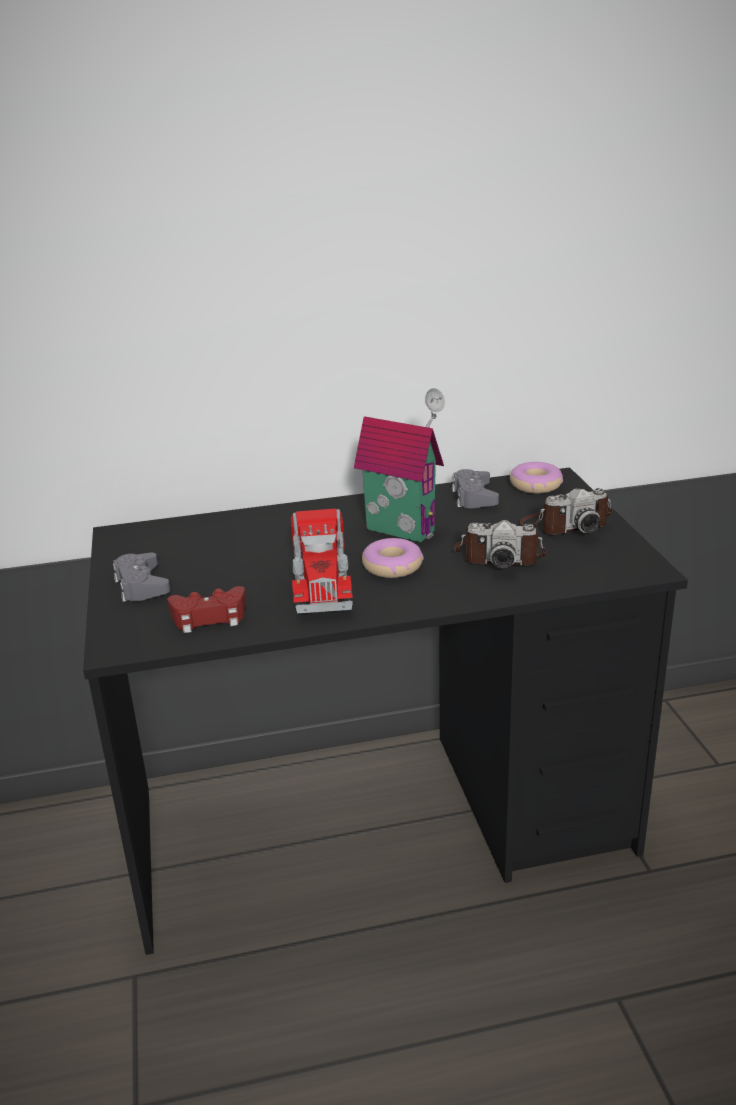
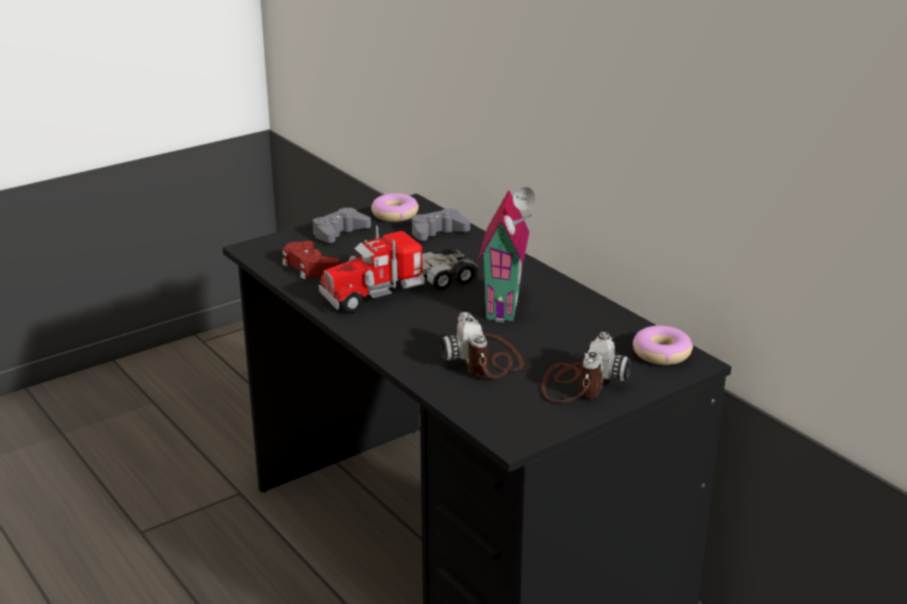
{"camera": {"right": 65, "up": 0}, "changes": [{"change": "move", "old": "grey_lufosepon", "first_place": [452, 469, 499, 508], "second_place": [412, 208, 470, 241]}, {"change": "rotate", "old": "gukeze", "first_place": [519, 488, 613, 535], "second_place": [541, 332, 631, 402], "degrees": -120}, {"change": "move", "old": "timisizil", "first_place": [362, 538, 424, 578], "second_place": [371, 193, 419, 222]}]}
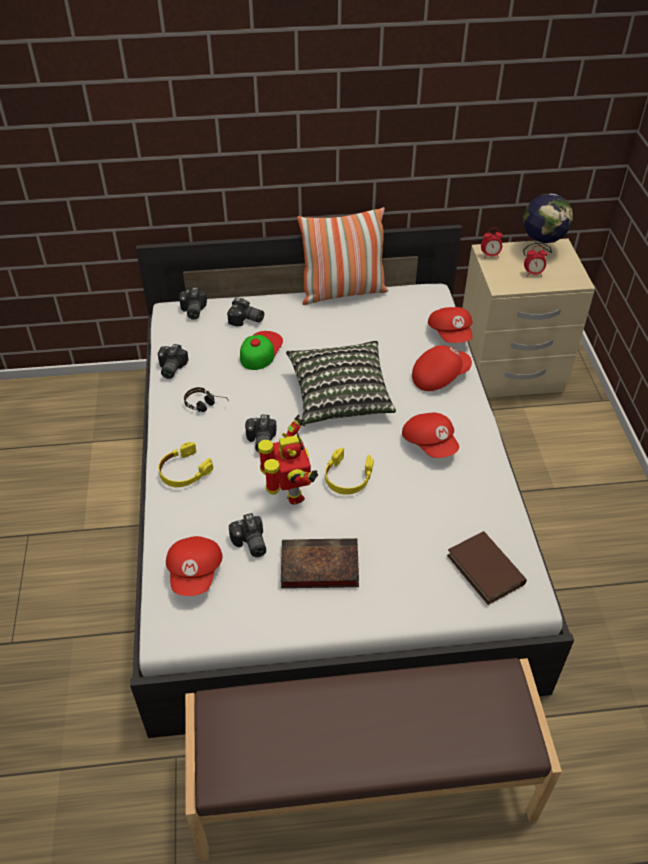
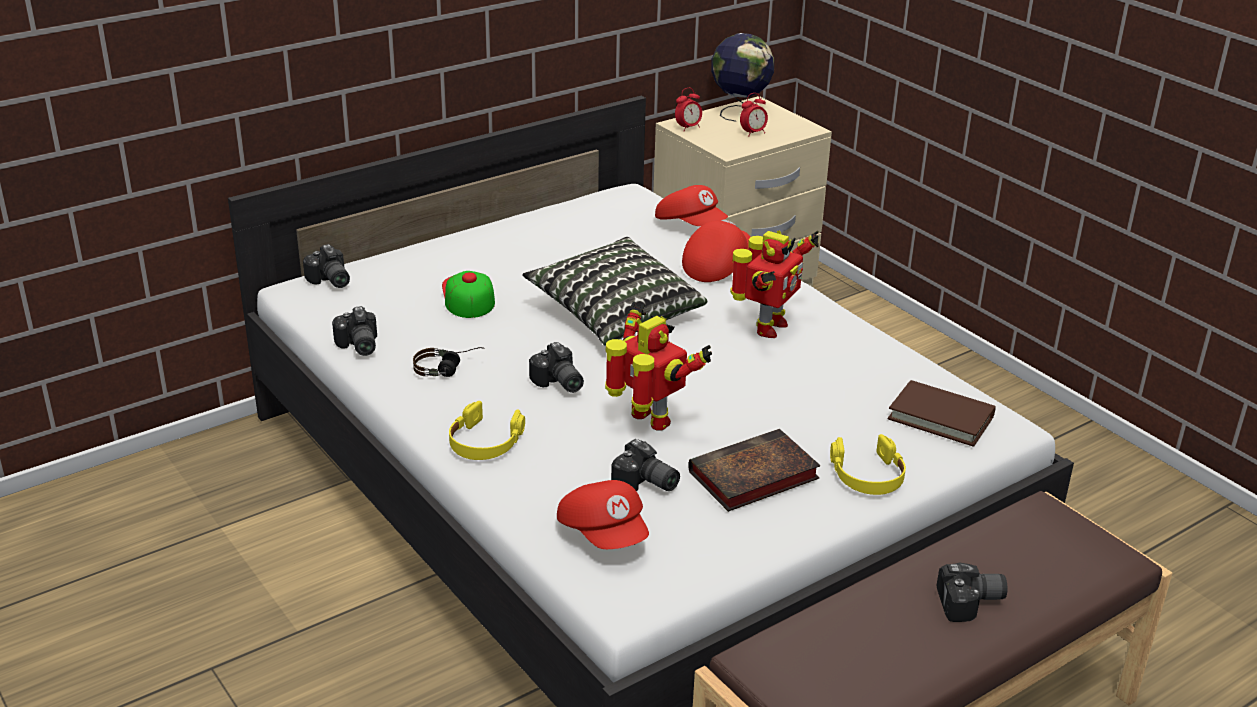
{"camera": {"right": -30, "up": -15}, "changes": [{"change": "delete", "old": "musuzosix", "first_place": [297, 207, 388, 305]}, {"change": "move", "old": "gukeze", "first_place": [227, 298, 264, 326], "second_place": [937, 563, 1007, 622]}, {"change": "replace", "old": "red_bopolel", "new": "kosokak", "first_place": [402, 413, 459, 458], "second_place": [730, 230, 819, 338]}, {"change": "move", "old": "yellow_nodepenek", "first_place": [325, 447, 374, 495], "second_place": [830, 434, 906, 495]}]}
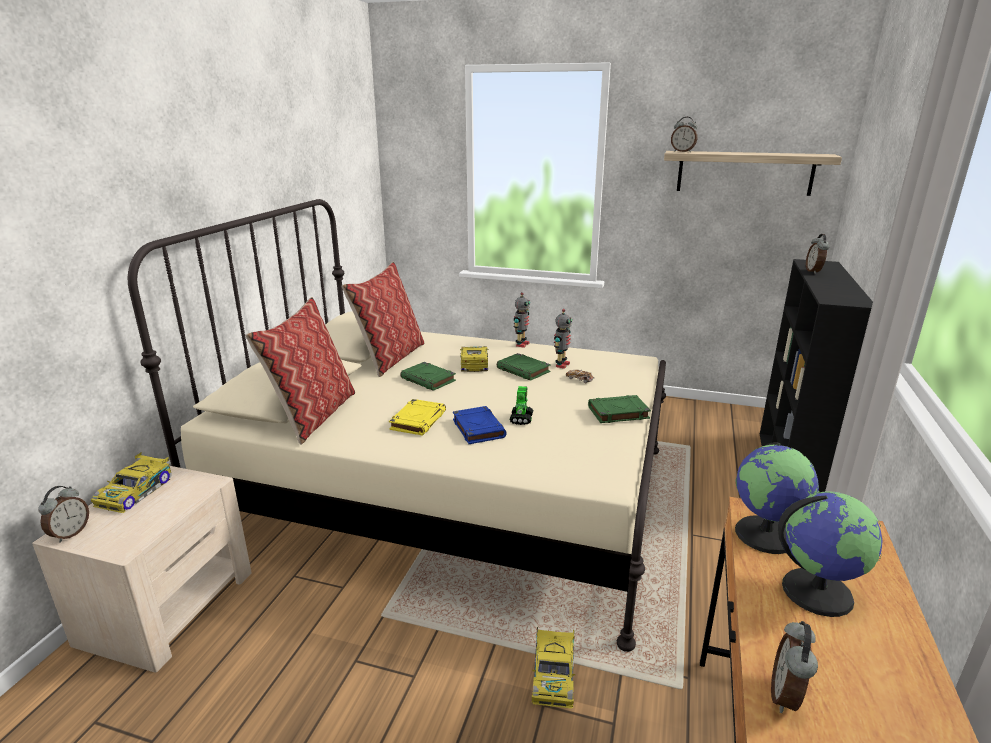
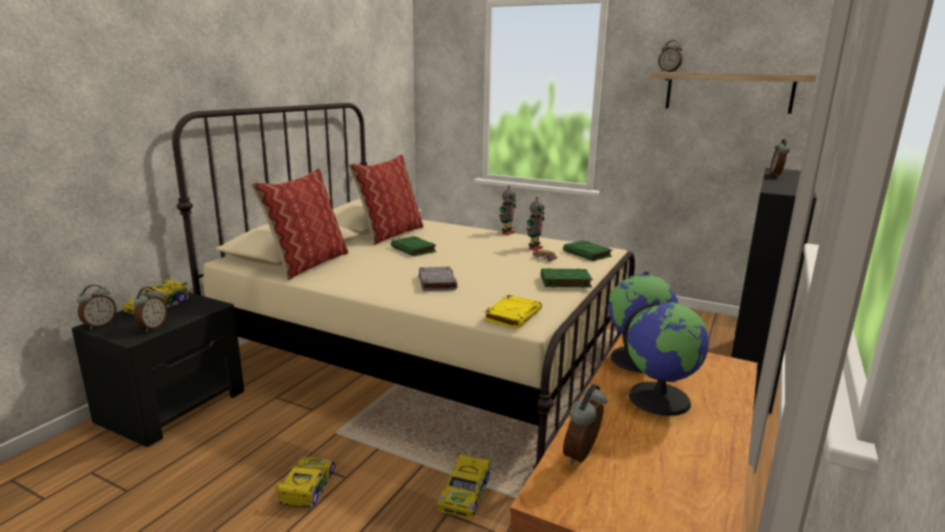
{"camera": {"right": 10, "up": -5}, "changes": [{"change": "move", "old": "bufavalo", "first_place": [460, 346, 488, 372], "second_place": [275, 457, 336, 508]}, {"change": "move", "old": "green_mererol", "first_place": [497, 353, 551, 381], "second_place": [563, 240, 613, 261]}, {"change": "delete", "old": "kosokak", "first_place": [510, 386, 533, 425]}, {"change": "move", "old": "yellow_mererol", "first_place": [389, 399, 446, 435], "second_place": [484, 295, 542, 329]}, {"change": "recolor", "old": "blue_mererol", "new": "grey_mererol", "first_place": [453, 406, 507, 444], "second_place": [419, 267, 458, 291]}, {"change": "recolor", "old": "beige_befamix", "new": "black_befamix", "first_place": [32, 466, 252, 672], "second_place": [72, 292, 244, 447]}, {"change": "insert", "new": "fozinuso", "second_place": [133, 287, 168, 332]}]}
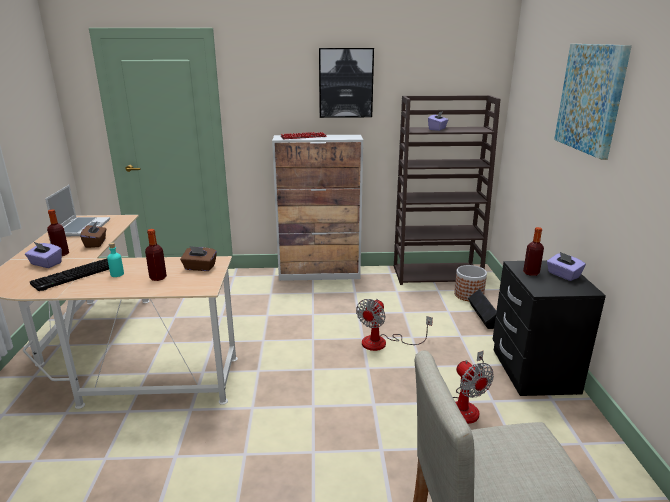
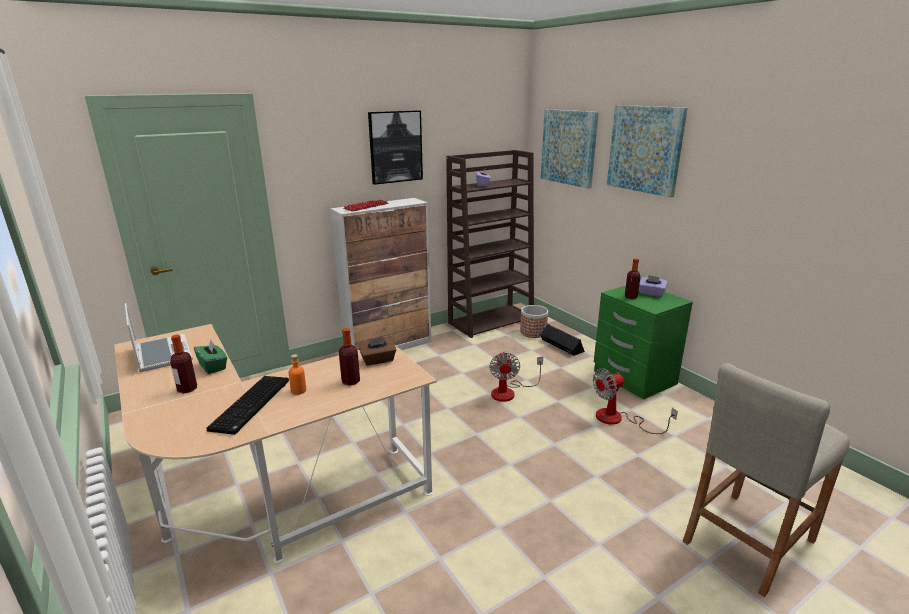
{"camera": {"right": -30, "up": 0}, "changes": [{"change": "recolor", "old": "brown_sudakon", "new": "green_sudakon", "first_place": [80, 222, 106, 248], "second_place": [194, 339, 227, 374]}, {"change": "delete", "old": "purple_sudakon", "first_place": [25, 242, 62, 268]}, {"change": "recolor", "old": "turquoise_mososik", "new": "orange_mososik", "first_place": [107, 242, 124, 277], "second_place": [288, 354, 306, 395]}, {"change": "recolor", "old": "black_befamix", "new": "green_befamix", "first_place": [492, 260, 606, 396], "second_place": [594, 286, 693, 399]}, {"change": "rotate", "old": "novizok", "first_place": [453, 351, 494, 424], "second_place": [593, 368, 678, 434], "degrees": 120}, {"change": "insert", "new": "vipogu", "second_place": [541, 109, 599, 189]}]}
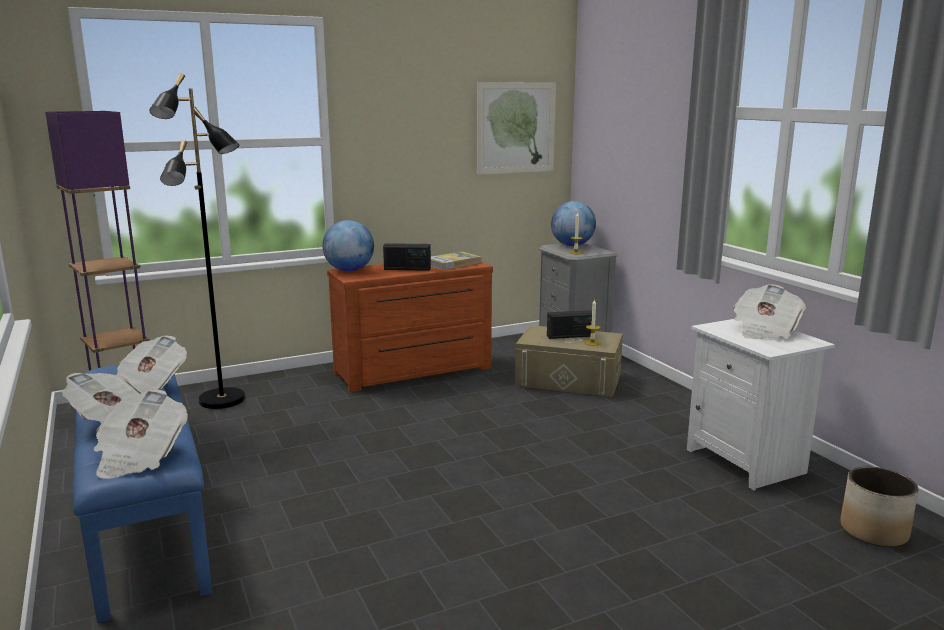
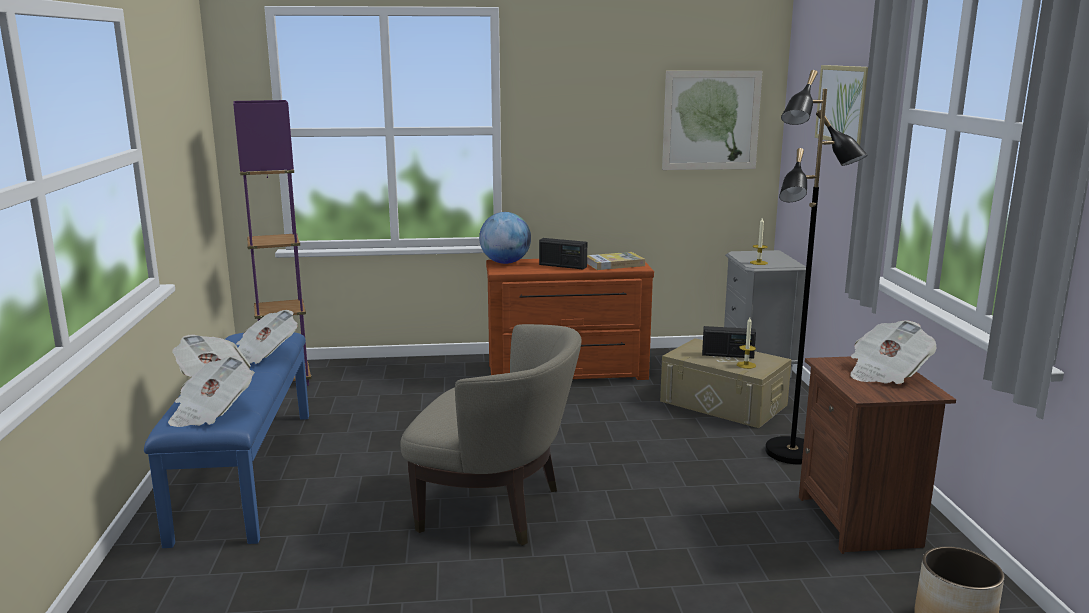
{"camera": {"right": 20, "up": 0}, "changes": [{"change": "move", "old": "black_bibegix", "first_place": [149, 73, 245, 409], "second_place": [765, 70, 868, 465]}, {"change": "delete", "old": "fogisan", "first_place": [551, 201, 596, 246]}, {"change": "recolor", "old": "white_befamix", "new": "brown_befamix", "first_place": [687, 319, 835, 491], "second_place": [799, 356, 956, 554]}, {"change": "insert", "new": "vipogu", "second_place": [815, 65, 868, 145]}, {"change": "insert", "new": "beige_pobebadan", "second_place": [400, 324, 582, 546]}]}
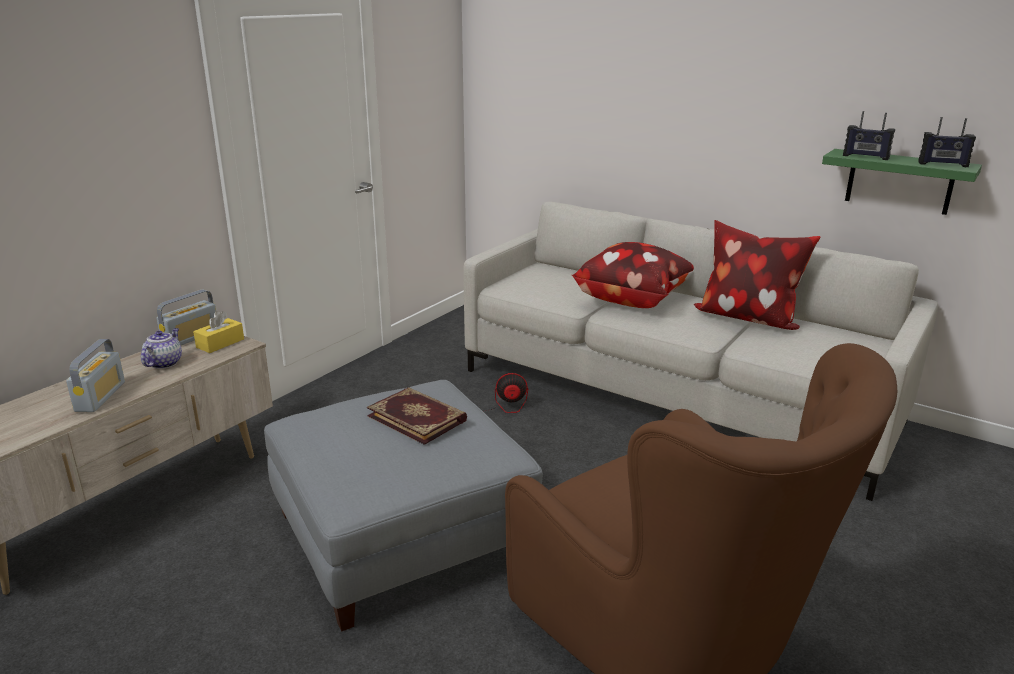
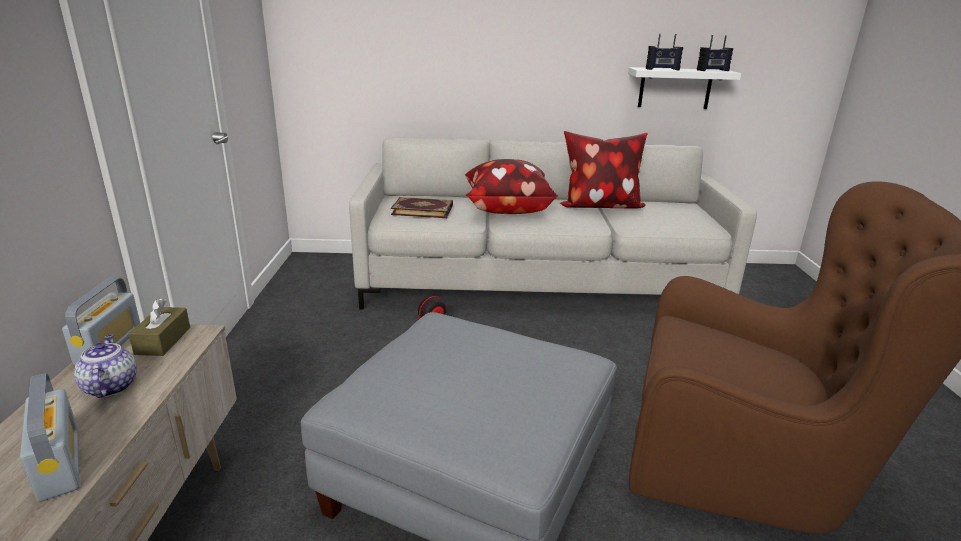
{"camera": {"right": -35, "up": 0}, "changes": [{"change": "recolor", "old": "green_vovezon", "new": "white_vovezon", "first_place": [822, 149, 982, 215], "second_place": [628, 67, 741, 109]}, {"change": "recolor", "old": "yellow_sudakon", "new": "brown_sudakon", "first_place": [193, 311, 244, 353], "second_place": [129, 298, 190, 356]}, {"change": "move", "old": "mererol", "first_place": [367, 387, 467, 445], "second_place": [391, 197, 453, 218]}]}
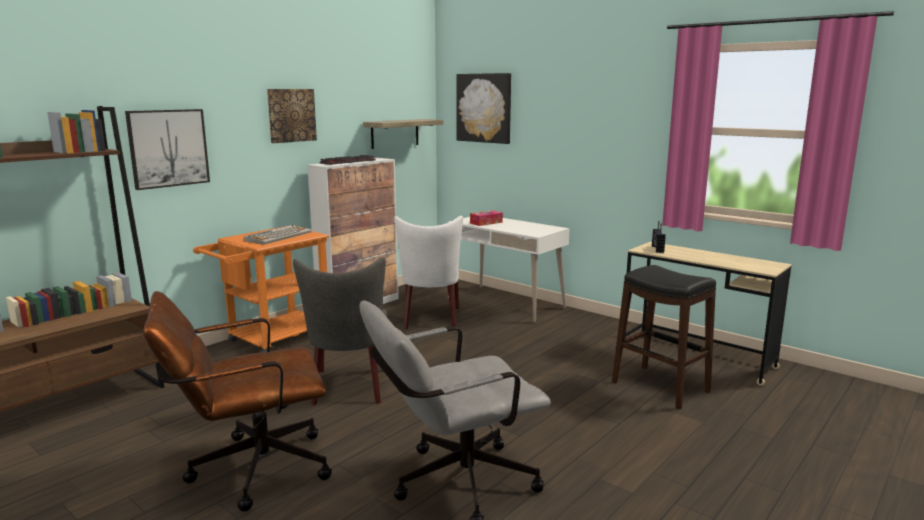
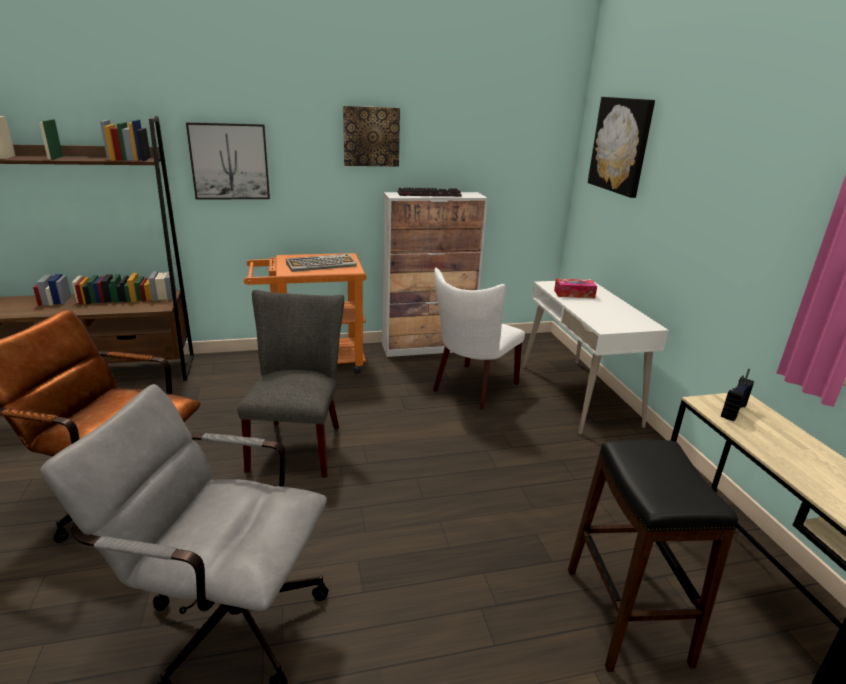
{"camera": {"right": 35, "up": 10}, "changes": [{"change": "delete", "old": "vovezon", "first_place": [363, 119, 443, 149]}, {"change": "rotate", "old": "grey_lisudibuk", "first_place": [293, 257, 387, 406], "second_place": [238, 290, 344, 478], "degrees": 150}]}
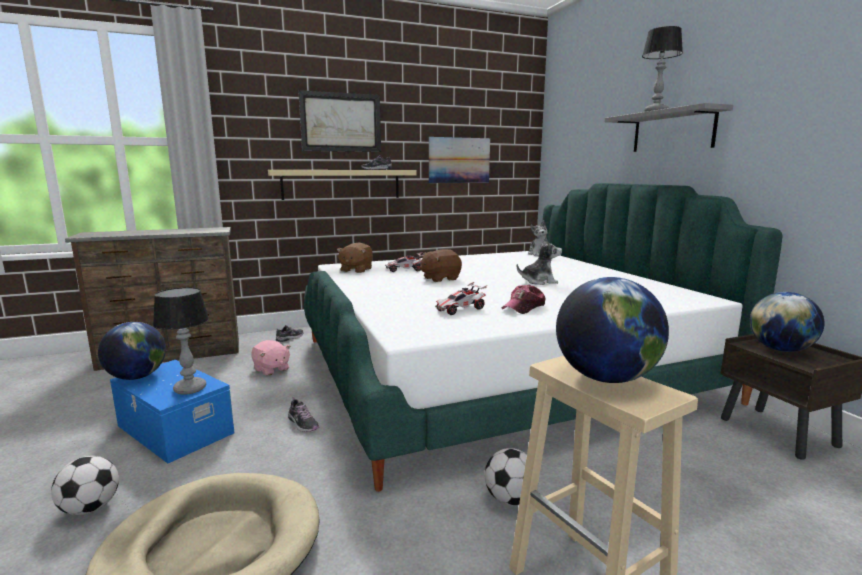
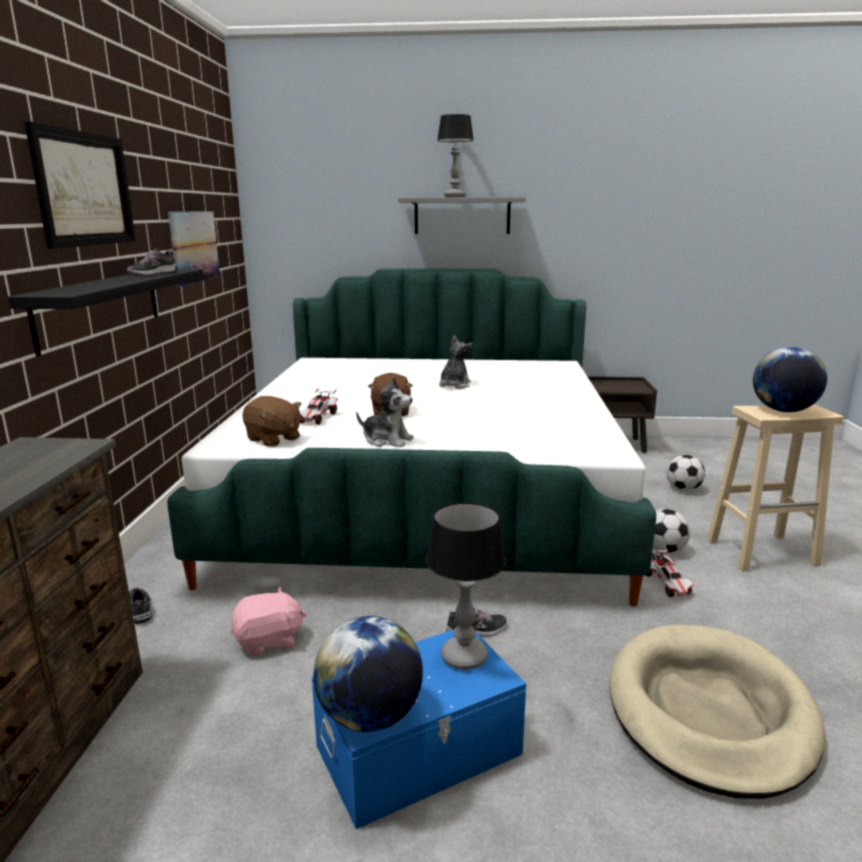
{"camera": {"right": -65, "up": 5}, "changes": [{"change": "recolor", "old": "beige_vovezon", "new": "black_vovezon", "first_place": [268, 170, 417, 200], "second_place": [8, 269, 204, 357]}, {"change": "move", "old": "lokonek", "first_place": [528, 220, 548, 256], "second_place": [356, 377, 414, 447]}, {"change": "move", "old": "bufavalo", "first_place": [435, 282, 487, 315], "second_place": [646, 545, 694, 597]}, {"change": "delete", "old": "bopolel", "first_place": [501, 285, 545, 314]}, {"change": "delete", "old": "fogisan", "first_place": [750, 292, 824, 352]}, {"change": "move", "old": "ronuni", "first_place": [51, 456, 119, 515], "second_place": [667, 455, 705, 491]}]}
